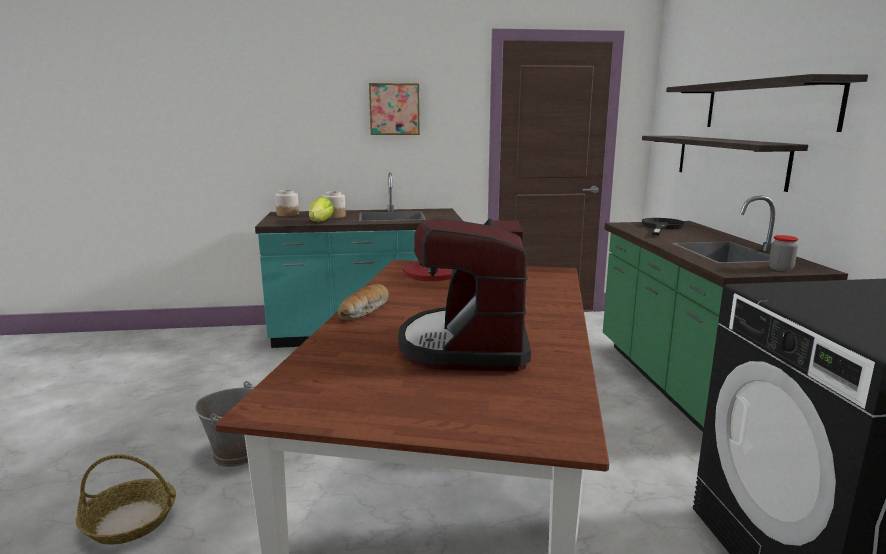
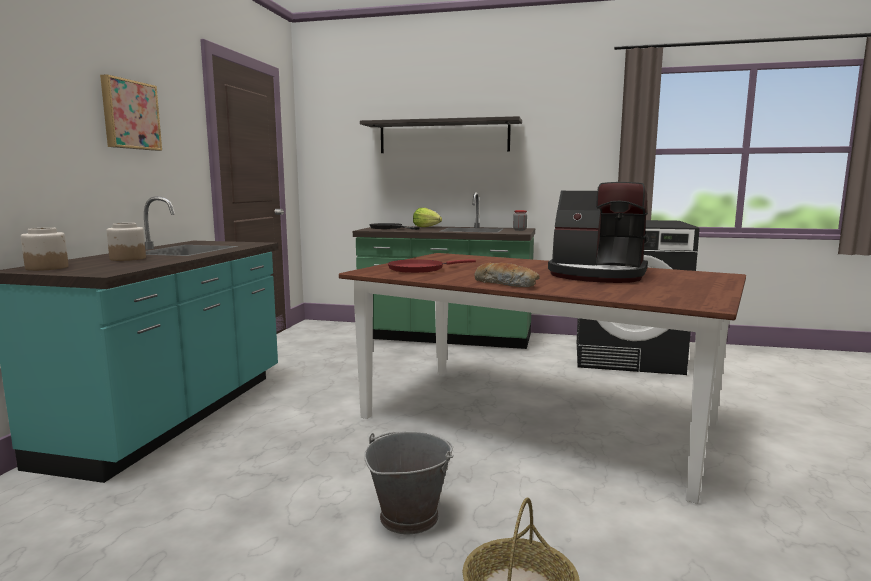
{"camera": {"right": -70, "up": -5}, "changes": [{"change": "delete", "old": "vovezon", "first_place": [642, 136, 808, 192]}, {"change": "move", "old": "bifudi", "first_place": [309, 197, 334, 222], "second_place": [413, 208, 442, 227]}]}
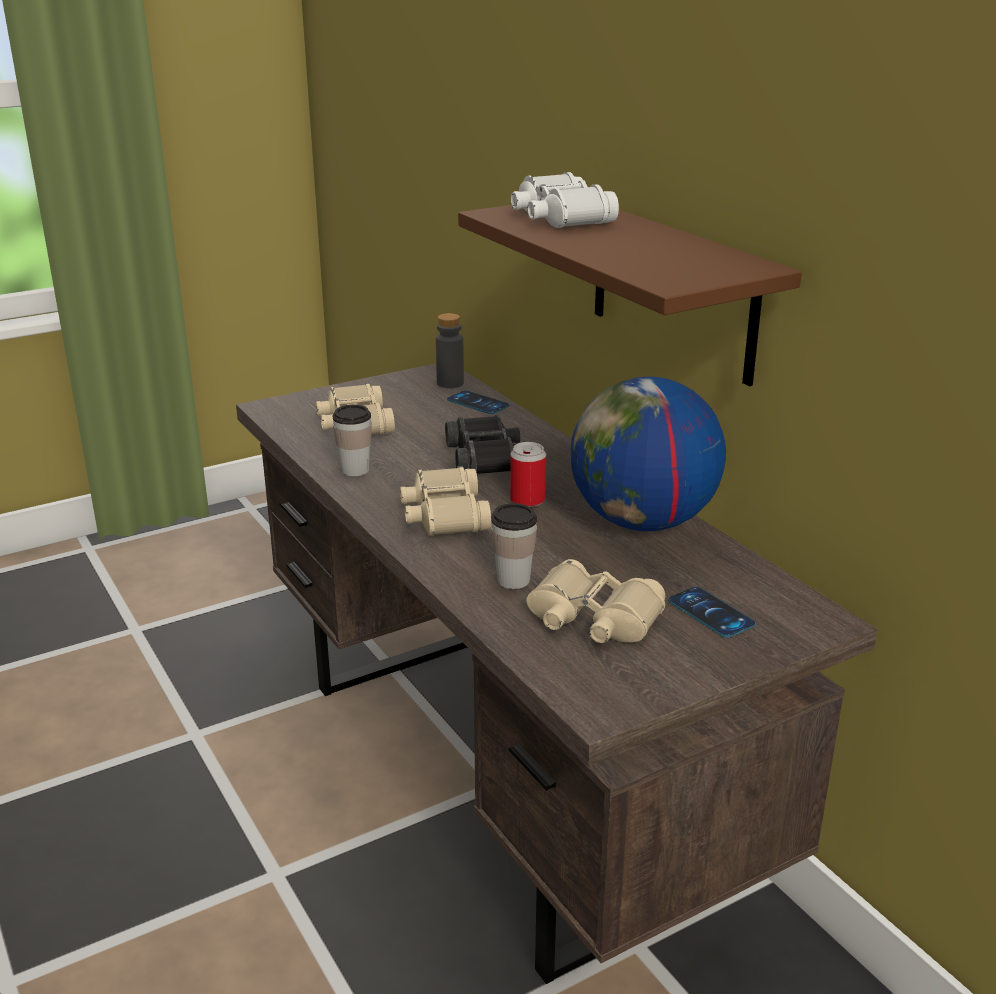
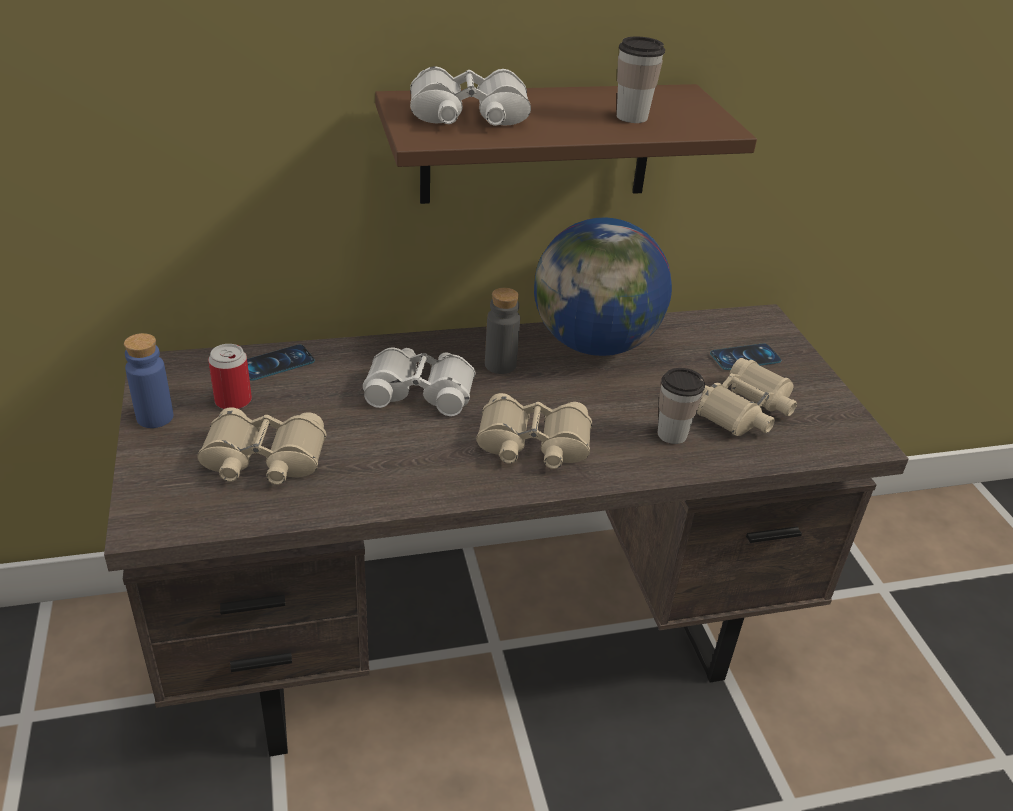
{"camera": {"right": -75, "up": 10}, "changes": [{"change": "move", "old": "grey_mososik", "first_place": [436, 313, 464, 388], "second_place": [485, 288, 520, 374]}, {"change": "move", "old": "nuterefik", "first_place": [333, 404, 372, 476], "second_place": [617, 37, 665, 123]}, {"change": "recolor", "old": "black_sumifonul", "new": "white_sumifonul", "first_place": [445, 415, 520, 474], "second_place": [363, 348, 476, 416]}, {"change": "move", "old": "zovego", "first_place": [510, 442, 546, 507], "second_place": [208, 344, 252, 409]}, {"change": "insert", "new": "blue_mososik", "second_place": [124, 333, 173, 428]}]}
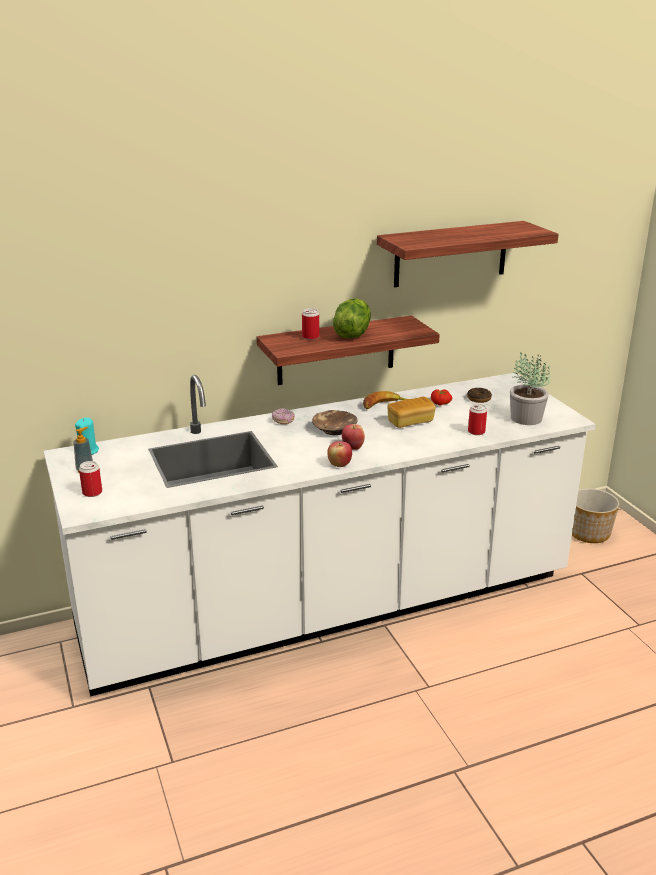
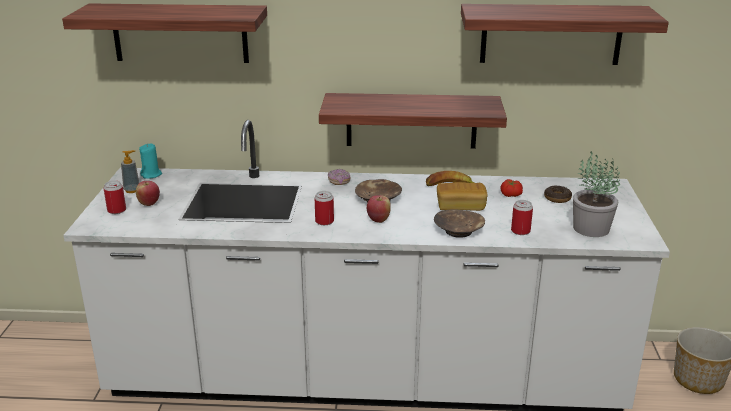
{"camera": {"right": 25, "up": 0}, "changes": [{"change": "delete", "old": "bifudi", "first_place": [333, 299, 371, 339]}, {"change": "move", "old": "zovego", "first_place": [302, 308, 319, 340], "second_place": [315, 191, 334, 225]}, {"change": "move", "old": "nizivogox", "first_place": [327, 441, 352, 467], "second_place": [136, 181, 160, 206]}, {"change": "insert", "new": "vovezon", "second_place": [62, 3, 267, 63]}, {"change": "insert", "new": "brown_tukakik", "second_place": [434, 209, 485, 238]}]}
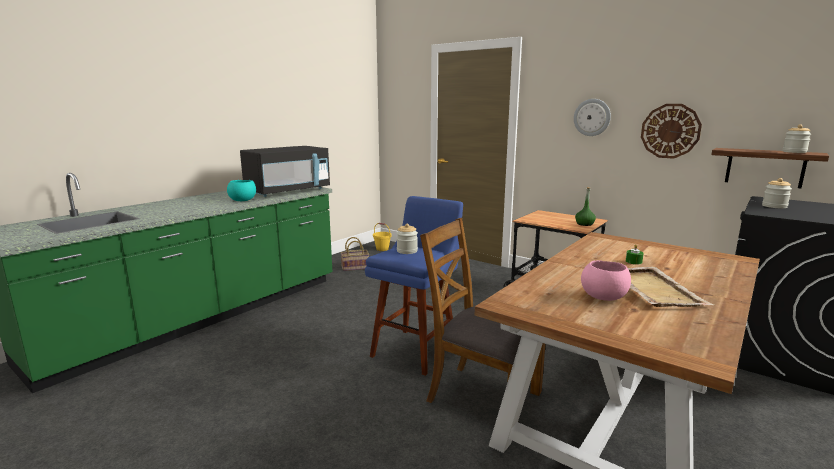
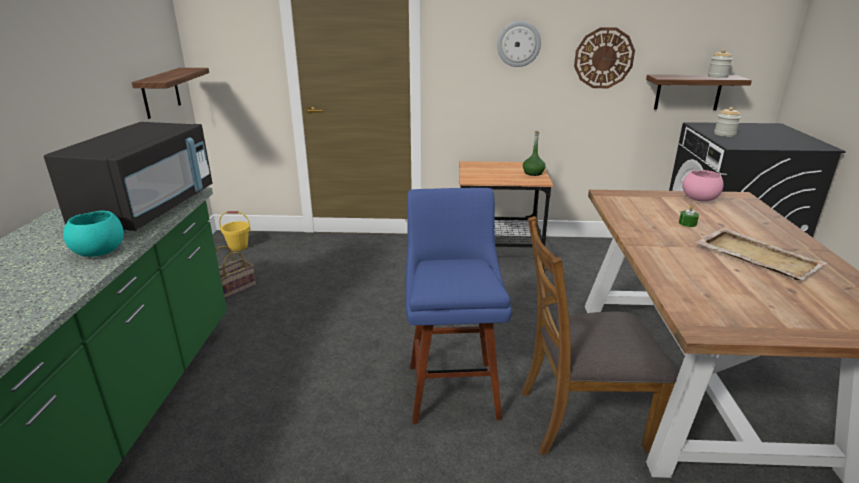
{"camera": {"right": -35, "up": 10}, "changes": [{"change": "delete", "old": "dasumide", "first_place": [397, 224, 418, 254]}, {"change": "move", "old": "pink_tukakik", "first_place": [581, 260, 631, 301], "second_place": [682, 170, 723, 202]}, {"change": "insert", "new": "vovezon", "second_place": [132, 68, 209, 119]}]}
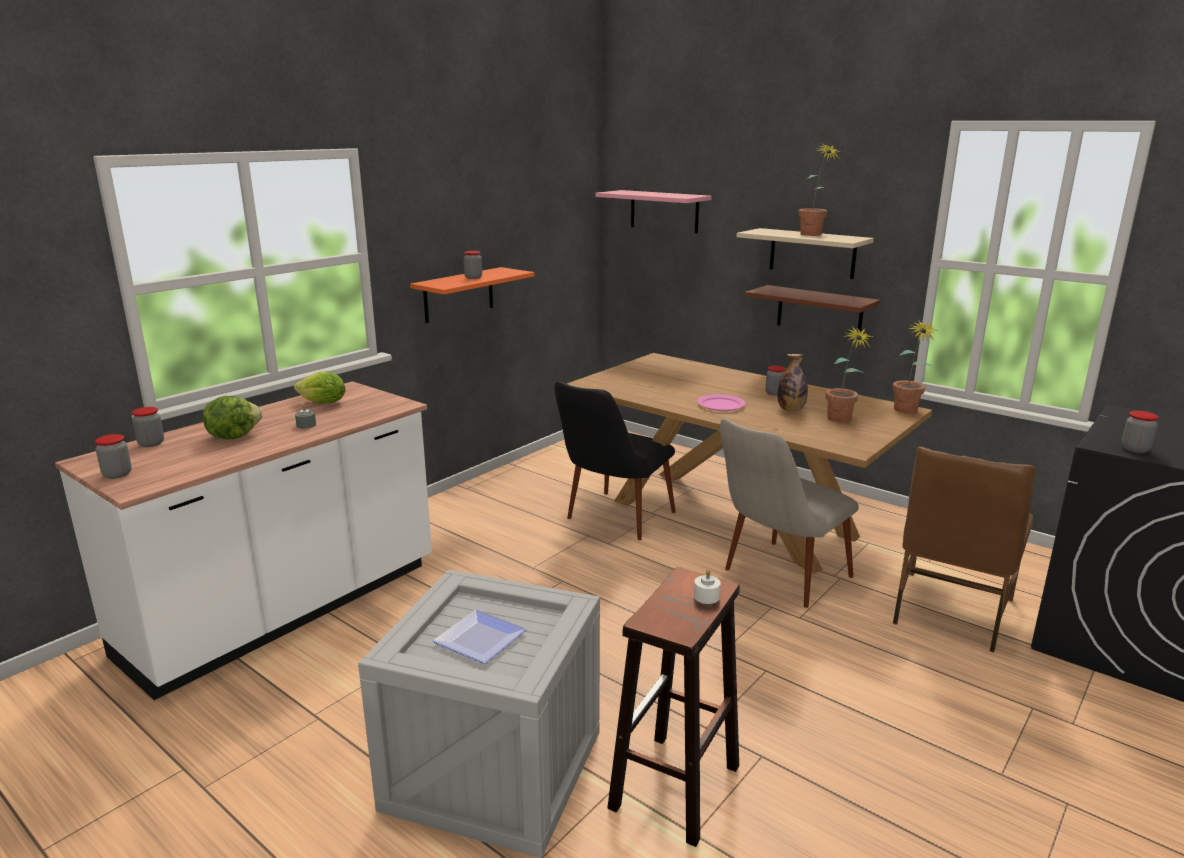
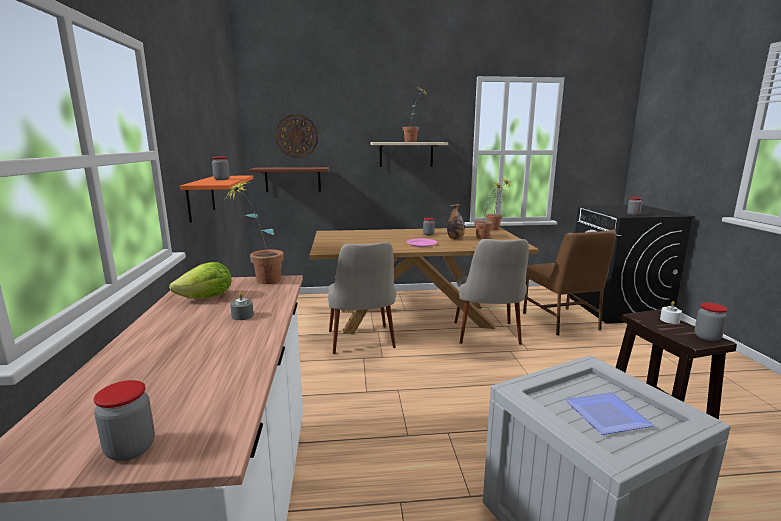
{"camera": {"right": -45, "up": -5}, "changes": [{"change": "replace", "old": "pink_vovezon", "new": "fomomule", "first_place": [596, 190, 712, 233], "second_place": [275, 115, 318, 158]}, {"change": "move", "old": "brown_vovezon", "first_place": [745, 285, 880, 333], "second_place": [249, 167, 329, 192]}, {"change": "recolor", "old": "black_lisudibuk", "new": "beige_lisudibuk", "first_place": [554, 381, 676, 540], "second_place": [328, 242, 396, 354]}, {"change": "delete", "old": "bifudi", "first_place": [203, 396, 263, 440]}, {"change": "move", "old": "dasumide", "first_place": [132, 407, 164, 447], "second_place": [694, 303, 728, 341]}, {"change": "insert", "new": "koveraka", "second_place": [226, 178, 284, 284]}]}
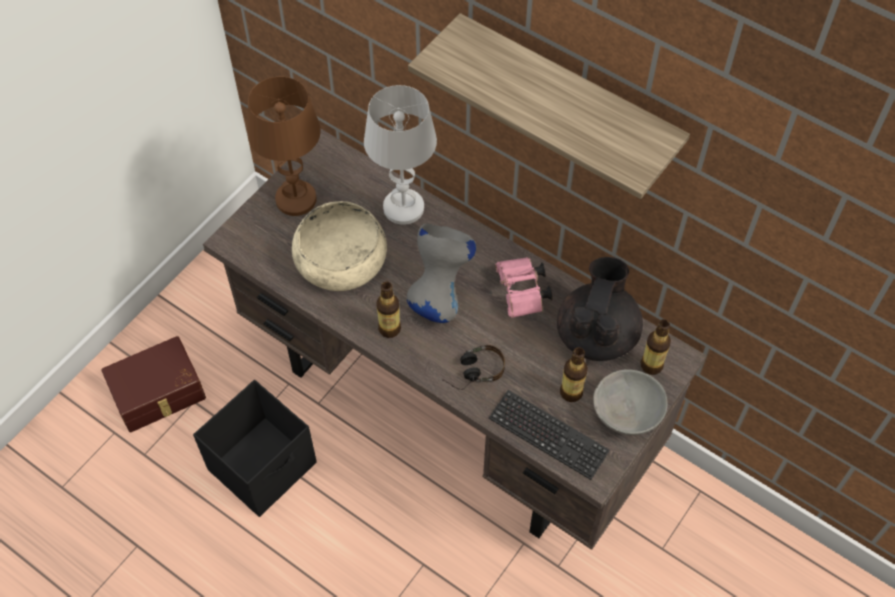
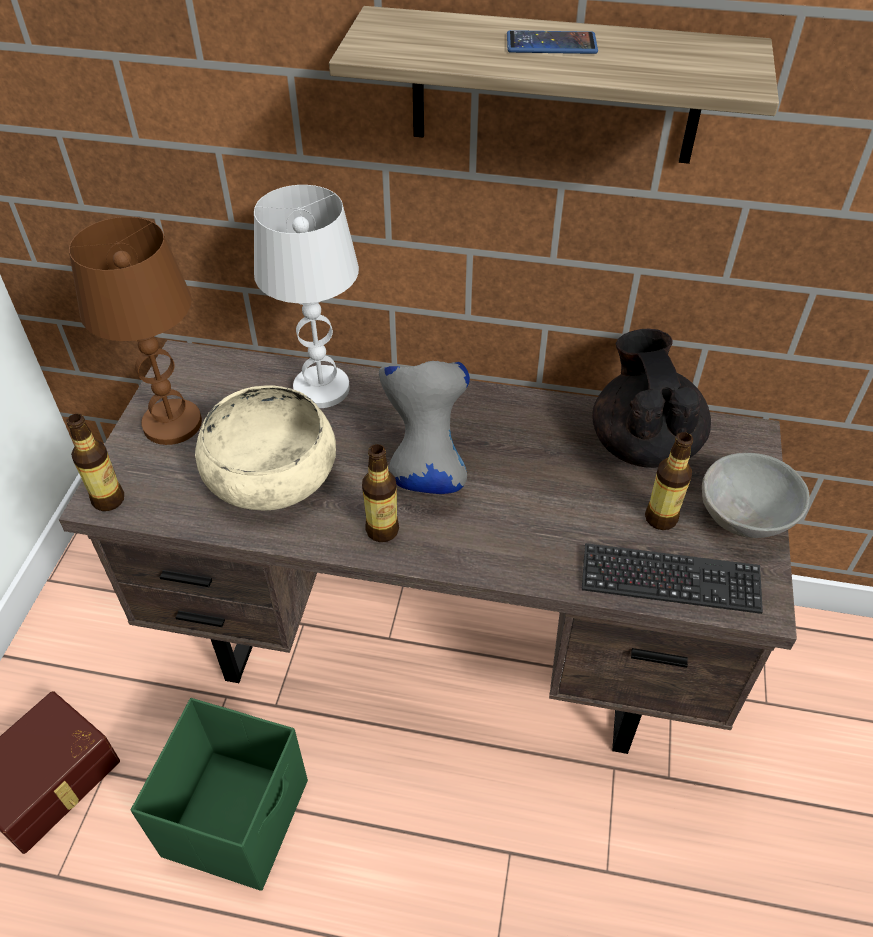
{"camera": {"right": -25, "up": -10}, "changes": [{"change": "delete", "old": "pink_sumifonul", "first_place": [495, 257, 553, 318]}, {"change": "move", "old": "mososik", "first_place": [641, 319, 671, 375], "second_place": [66, 414, 124, 511]}, {"change": "delete", "old": "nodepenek", "first_place": [442, 345, 505, 390]}, {"change": "recolor", "old": "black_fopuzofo", "new": "green_fopuzofo", "first_place": [193, 380, 317, 517], "second_place": [131, 698, 308, 891]}, {"change": "insert", "new": "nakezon", "second_place": [507, 30, 598, 54]}]}
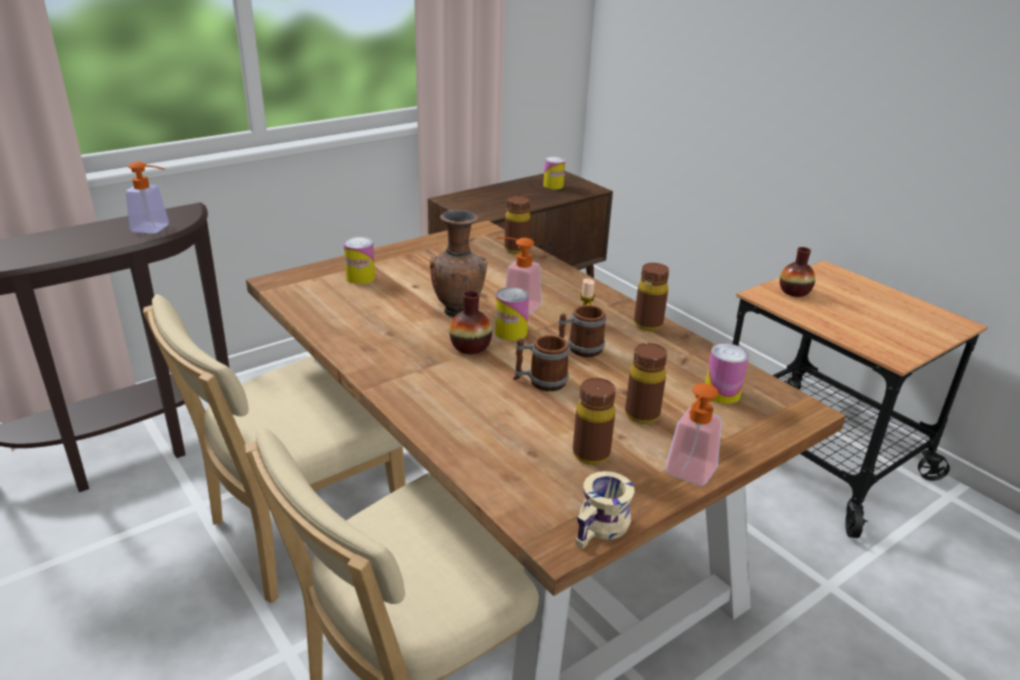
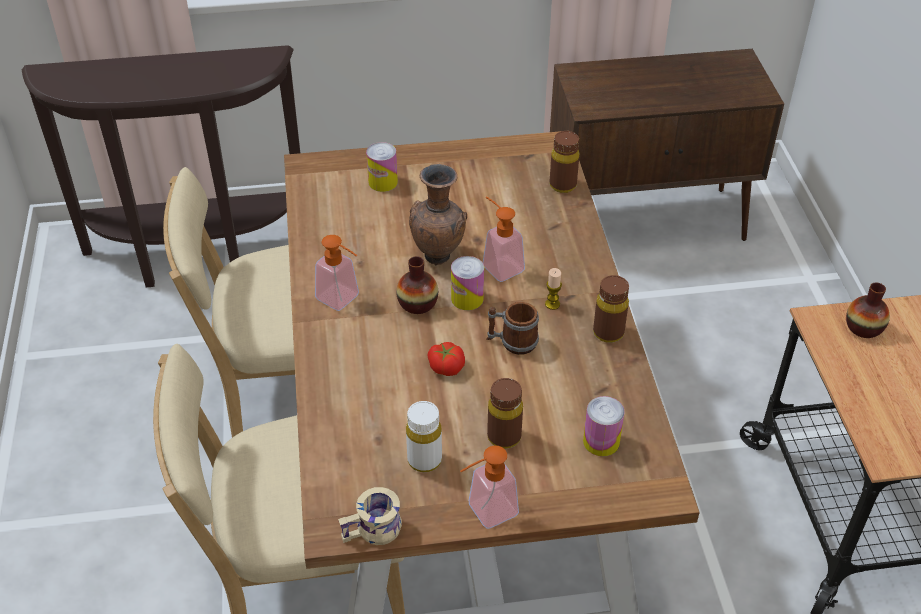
{"camera": {"right": 30, "up": 15}, "changes": [{"change": "delete", "old": "zovego", "first_place": [543, 157, 565, 189]}, {"change": "move", "old": "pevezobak", "first_place": [126, 161, 169, 234], "second_place": [315, 235, 359, 311]}, {"change": "replace", "old": "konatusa", "new": "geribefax", "first_place": [513, 335, 569, 391], "second_place": [427, 342, 465, 376]}, {"change": "recolor", "old": "brown_mososik", "new": "white_mososik", "first_place": [573, 378, 616, 465], "second_place": [406, 401, 442, 472]}]}
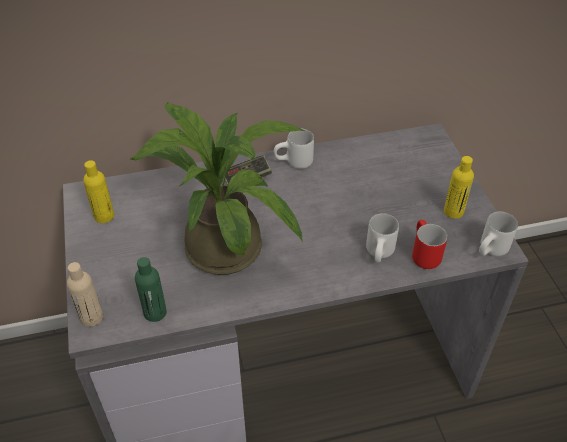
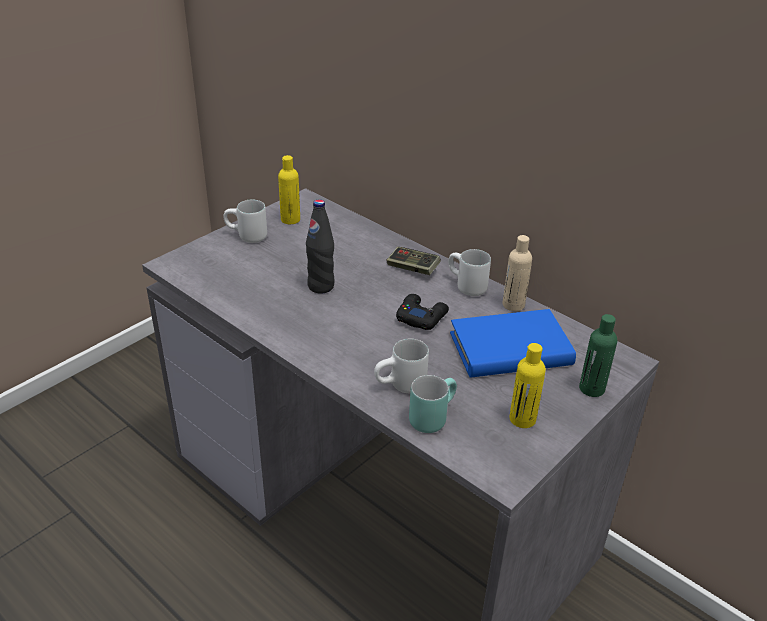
{"camera": {"right": 55, "up": -10}, "changes": [{"change": "replace", "old": "koveraka", "new": "black_mososik", "first_place": [130, 102, 304, 275], "second_place": [306, 199, 335, 293]}, {"change": "move", "old": "white_konatusa", "first_place": [479, 212, 518, 256], "second_place": [223, 200, 267, 243]}, {"change": "recolor", "old": "red_konatusa", "new": "turquoise_konatusa", "first_place": [412, 220, 447, 269], "second_place": [409, 375, 457, 433]}, {"change": "move", "old": "green_mososik", "first_place": [135, 257, 167, 322], "second_place": [579, 314, 617, 397]}, {"change": "move", "old": "beige_mososik", "first_place": [67, 262, 103, 327], "second_place": [503, 235, 532, 311]}, {"change": "insert", "new": "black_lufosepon", "second_place": [396, 294, 449, 330]}, {"change": "insert", "new": "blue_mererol", "second_place": [450, 309, 576, 377]}]}
